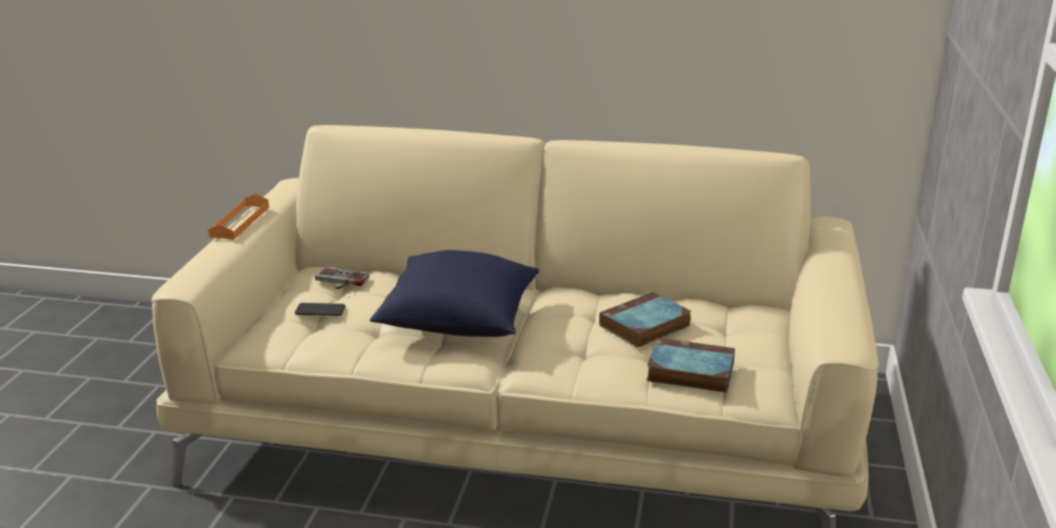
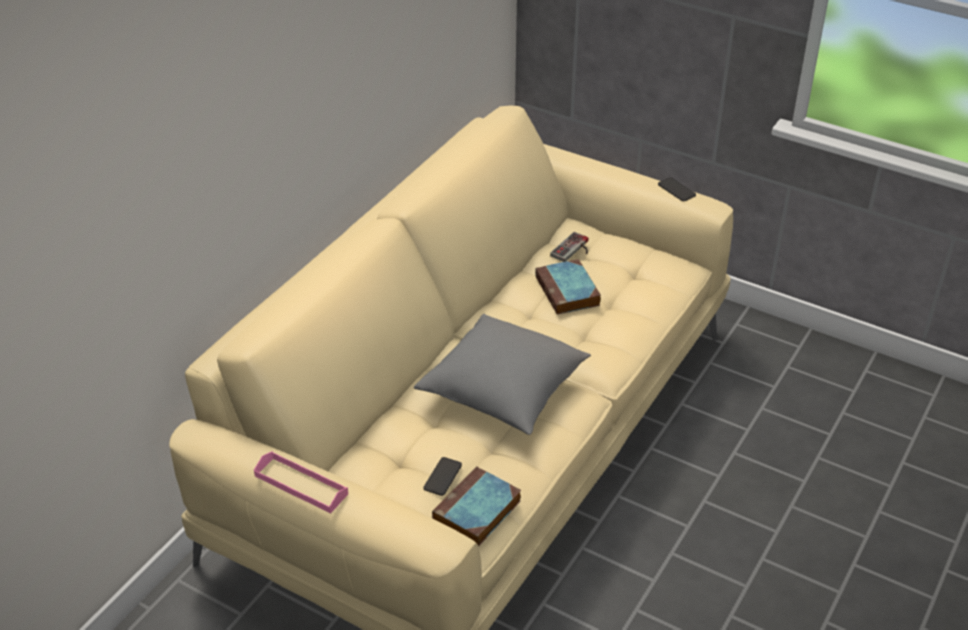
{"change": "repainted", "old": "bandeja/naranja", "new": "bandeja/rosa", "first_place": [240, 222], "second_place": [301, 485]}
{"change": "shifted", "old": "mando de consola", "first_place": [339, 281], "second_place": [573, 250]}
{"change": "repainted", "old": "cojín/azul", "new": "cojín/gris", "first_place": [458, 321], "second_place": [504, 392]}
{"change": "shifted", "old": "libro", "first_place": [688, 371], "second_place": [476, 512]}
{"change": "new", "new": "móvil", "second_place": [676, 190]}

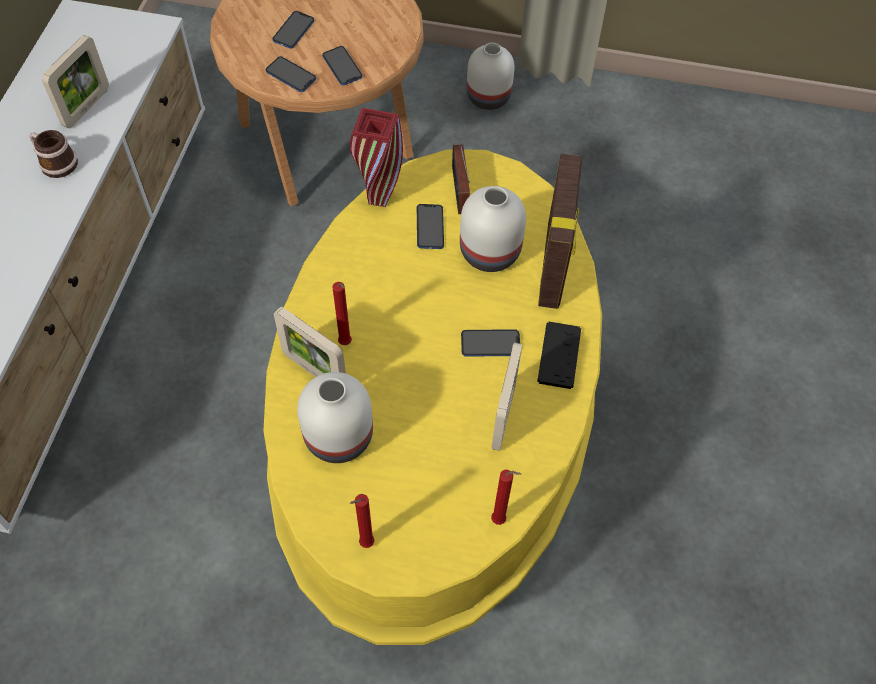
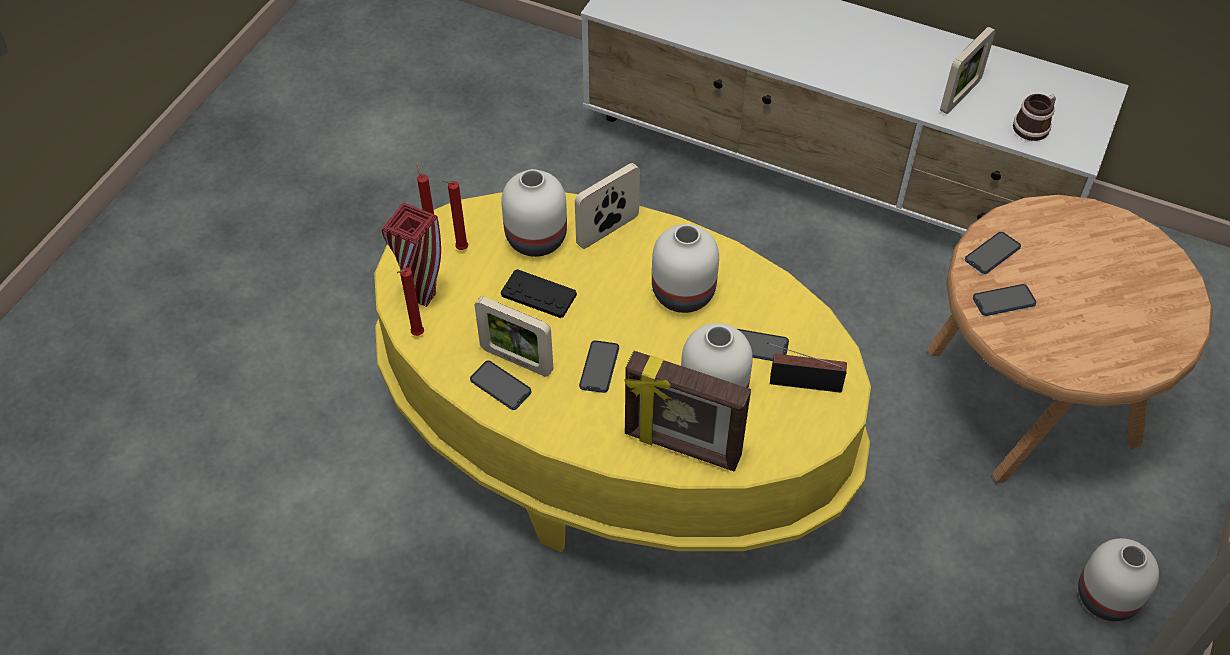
{"change": "shifted", "old": "taza grande", "first_place": [55, 162], "second_place": [1034, 126]}
{"change": "rotated", "old": "portarretratos", "first_place": [86, 107], "second_place": [960, 96], "degrees": -90}
{"change": "shifted", "old": "móvil", "first_place": [293, 31], "second_place": [500, 386]}
{"change": "shifted", "old": "vela/rojo", "first_place": [346, 344], "second_place": [460, 249]}
{"change": "shifted", "old": "florero/rojo", "first_place": [379, 199], "second_place": [423, 297]}
{"change": "shifted", "old": "mando de consola/negro", "first_place": [559, 356], "second_place": [538, 295]}
{"change": "new", "new": "florero/blanco", "second_place": [685, 292]}

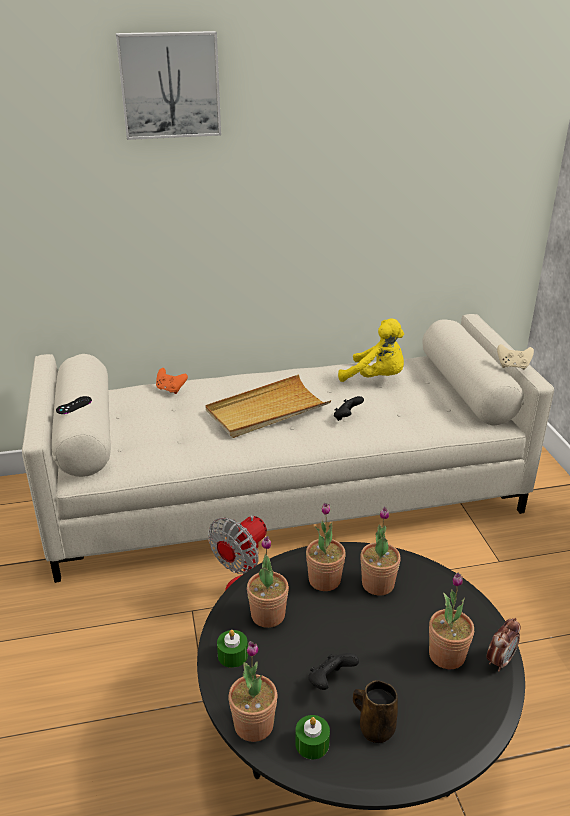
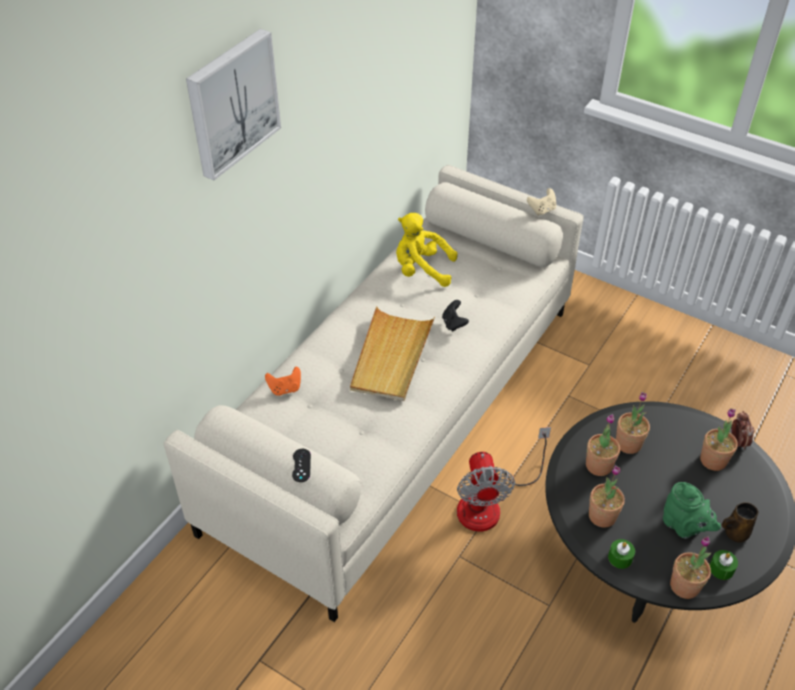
{"change": "swapped", "old": "mando de consola/negro", "new": "tetera/verde", "first_place": [330, 681], "second_place": [684, 526]}
{"change": "rotated", "old": "peluche/amarillo", "first_place": [376, 378], "second_place": [421, 270], "degrees": -150}

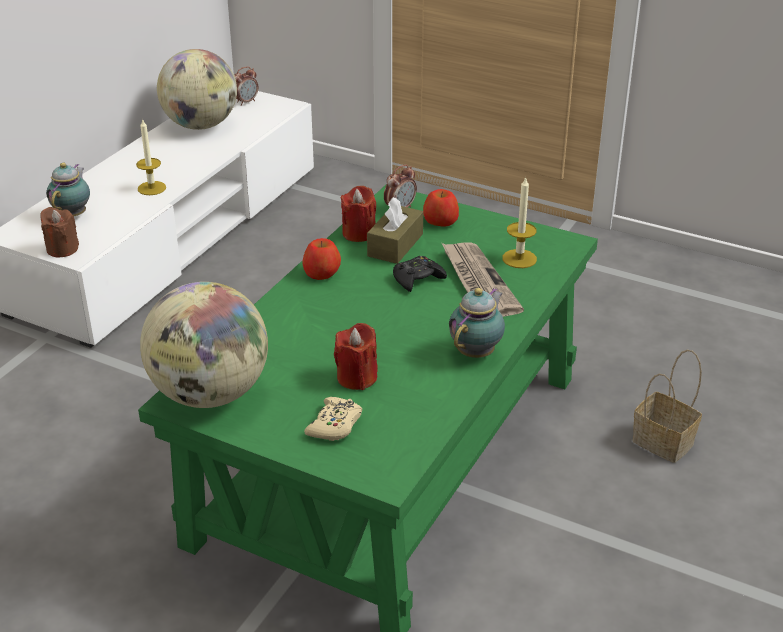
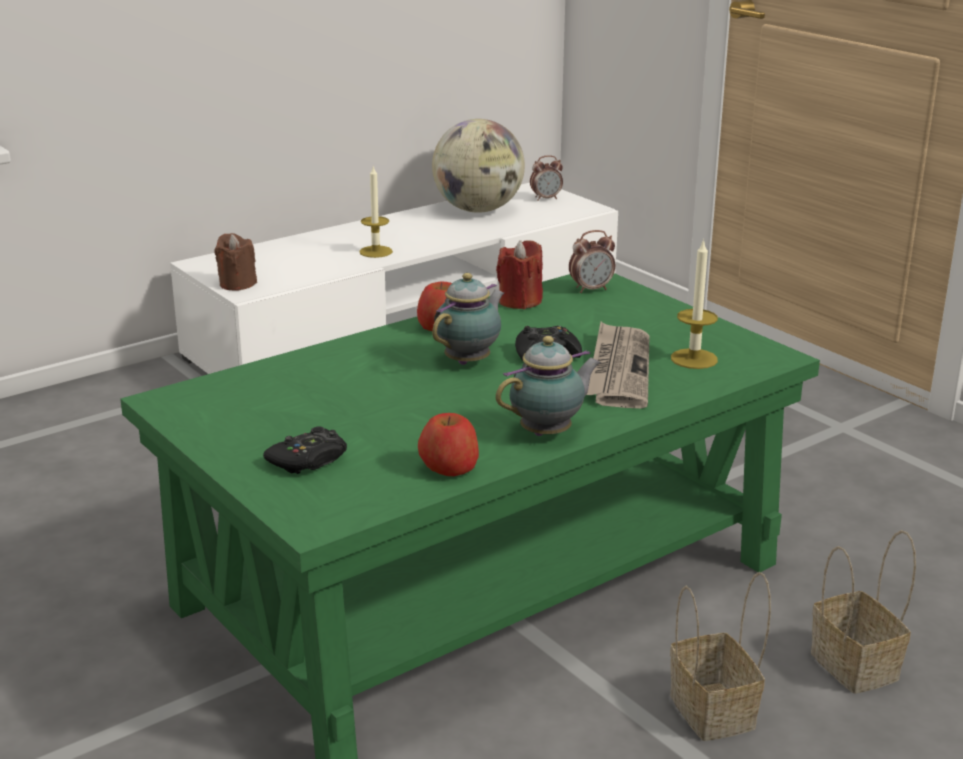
{"change": "shifted", "old": "tetera", "first_place": [73, 214], "second_place": [470, 361]}
{"change": "gone", "old": "globo terráqueo", "first_place": [210, 394]}
{"change": "repainted", "old": "mando de consola/beis", "new": "mando de consola/negro", "first_place": [335, 425], "second_place": [309, 460]}
{"change": "gone", "old": "vela/rojo", "first_place": [357, 377]}
{"change": "gone", "old": "caja de pañuelos/marrón", "first_place": [395, 245]}
{"change": "shifted", "old": "manzana", "first_place": [440, 221], "second_place": [449, 468]}
{"change": "new", "new": "cesta", "second_place": [715, 712]}

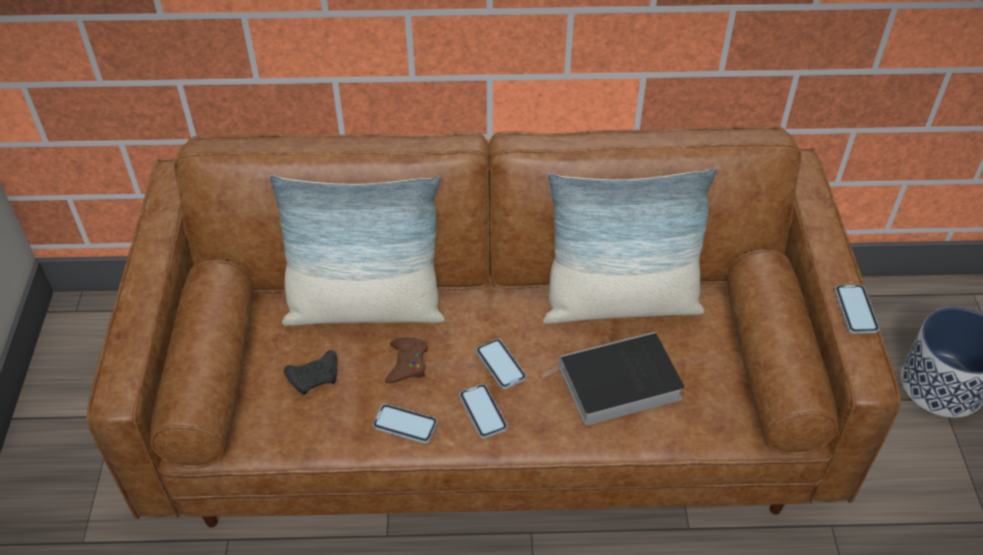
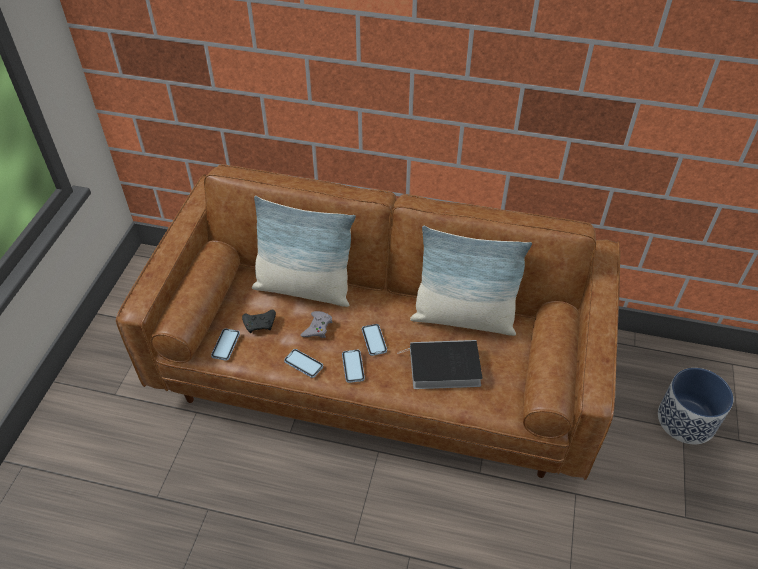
{"change": "repainted", "old": "mando de consola/marrón", "new": "mando de consola/gris", "first_place": [407, 364], "second_place": [317, 327]}
{"change": "shifted", "old": "móvil", "first_place": [855, 310], "second_place": [226, 345]}

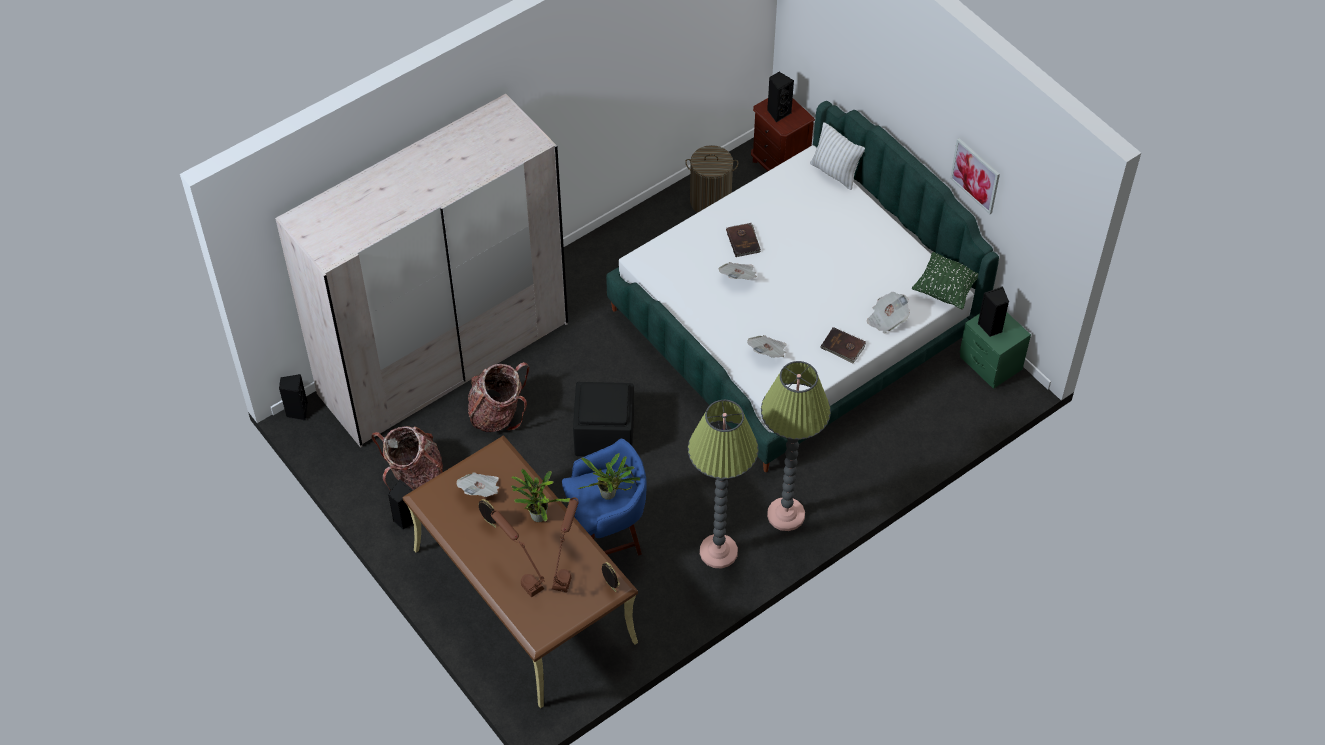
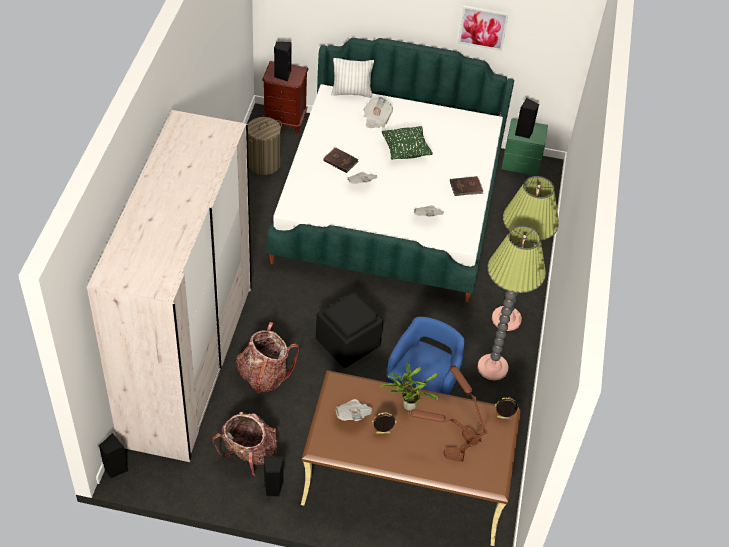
{"change": "gone", "old": "planta en maceta", "first_place": [610, 495]}
{"change": "shifted", "old": "periódico", "first_place": [887, 319], "second_place": [376, 119]}
{"change": "shifted", "old": "cojín/verde", "first_place": [945, 289], "second_place": [405, 151]}

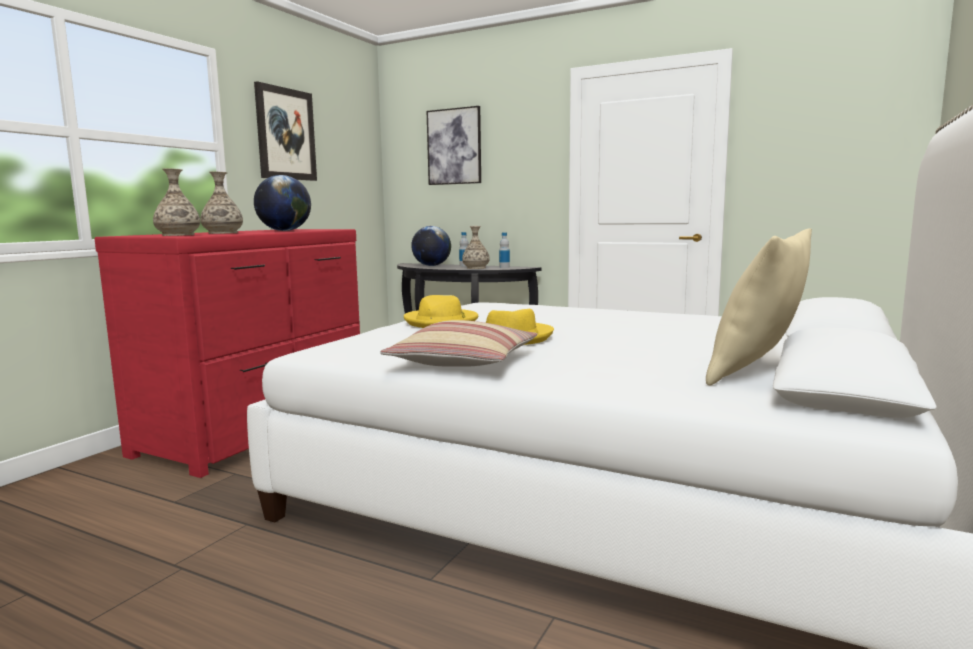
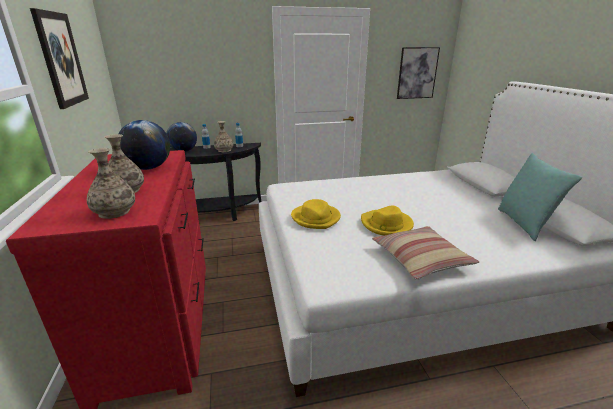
{"change": "shifted", "old": "cuadro", "first_place": [454, 146], "second_place": [417, 73]}
{"change": "repainted", "old": "cojín/beis", "new": "cojín/turquesa", "first_place": [757, 374], "second_place": [524, 224]}

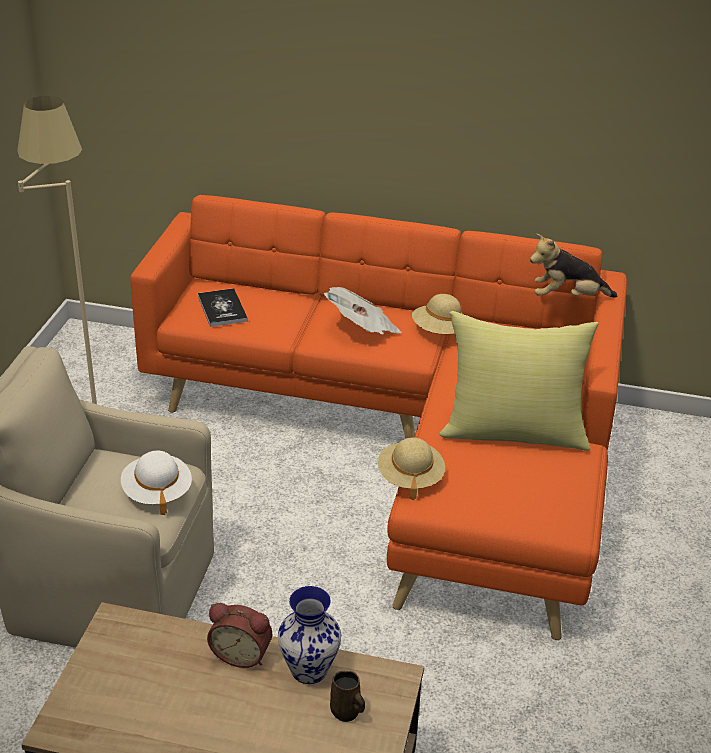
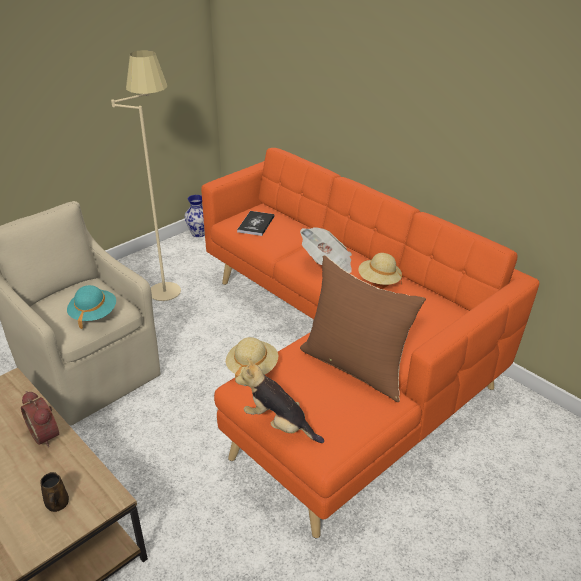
{"change": "repainted", "old": "sombrero/blanco", "new": "sombrero/turquesa", "first_place": [157, 492], "second_place": [93, 314]}
{"change": "shifted", "old": "florero", "first_place": [310, 670], "second_place": [199, 233]}
{"change": "repainted", "old": "cojín/amarillo", "new": "cojín/marrón", "first_place": [513, 431], "second_place": [356, 366]}
{"change": "shifted", "old": "peluche", "first_place": [567, 298], "second_place": [279, 424]}

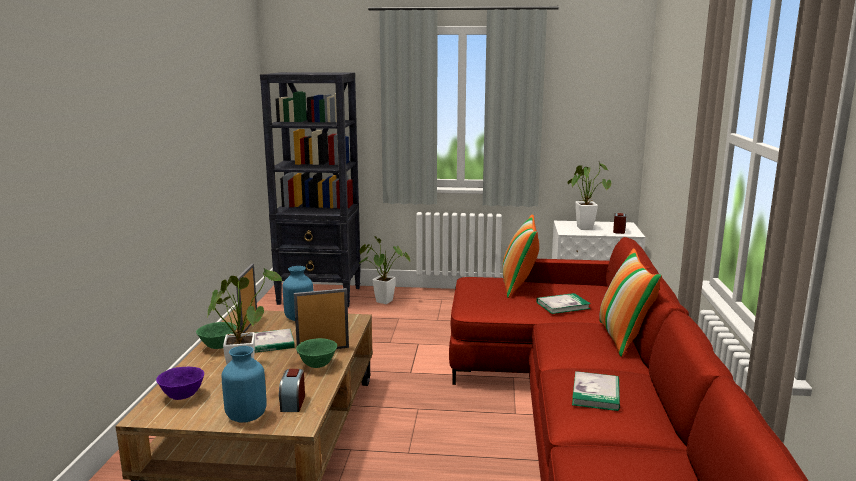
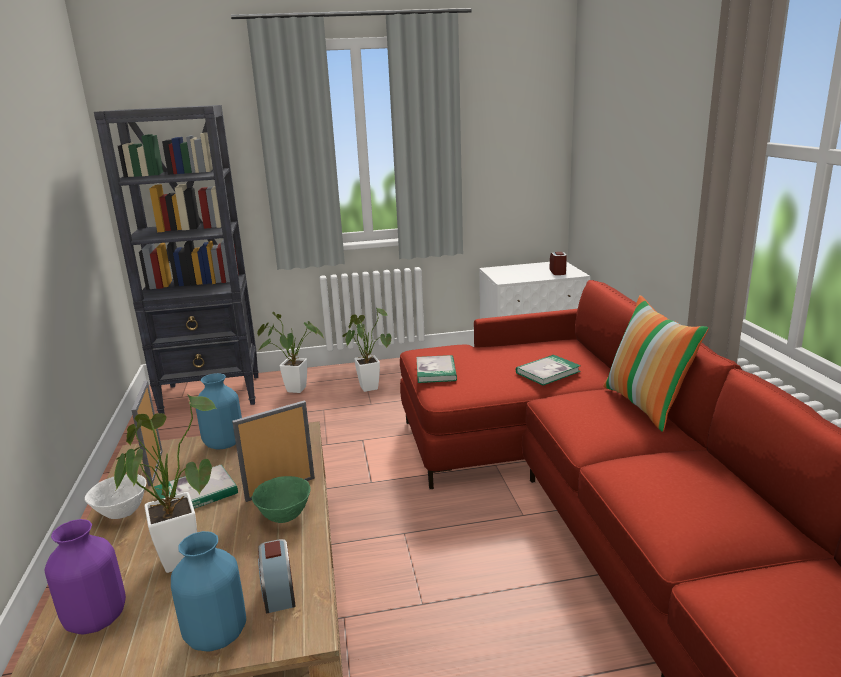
{"change": "swapped", "old": "cuenco/morado", "new": "florero/morado", "first_place": [182, 396], "second_place": [96, 618]}
{"change": "repainted", "old": "cuenco/verde", "new": "cuenco/blanco", "first_place": [217, 346], "second_place": [121, 513]}
{"change": "gone", "old": "cojín", "first_place": [519, 286]}
{"change": "shifted", "old": "planta en maceta", "first_place": [584, 227], "second_place": [368, 386]}
{"change": "shifted", "old": "libro", "first_place": [596, 393], "second_place": [436, 371]}

